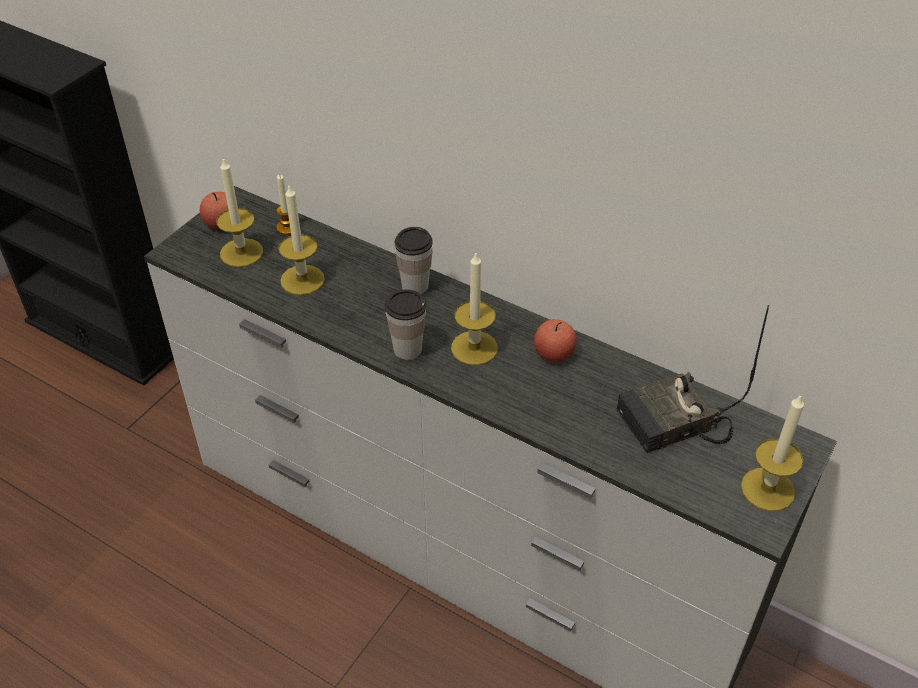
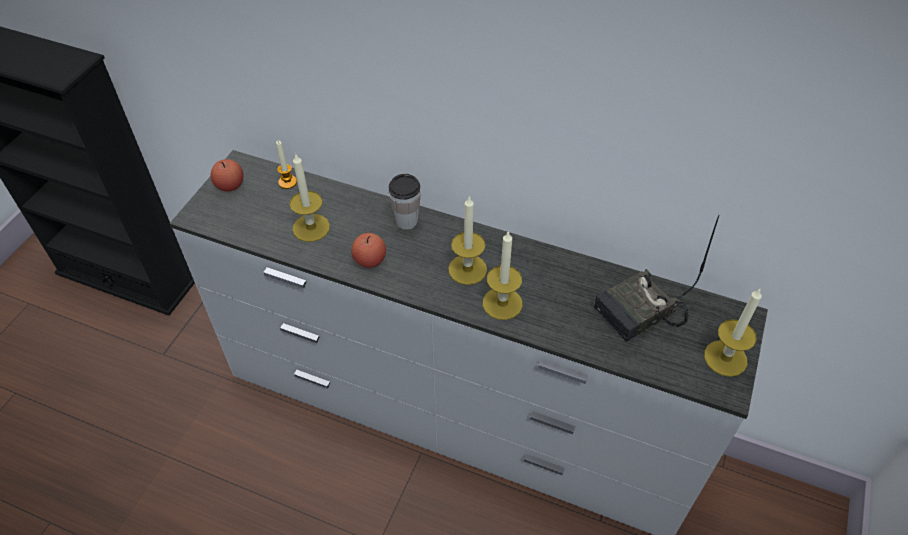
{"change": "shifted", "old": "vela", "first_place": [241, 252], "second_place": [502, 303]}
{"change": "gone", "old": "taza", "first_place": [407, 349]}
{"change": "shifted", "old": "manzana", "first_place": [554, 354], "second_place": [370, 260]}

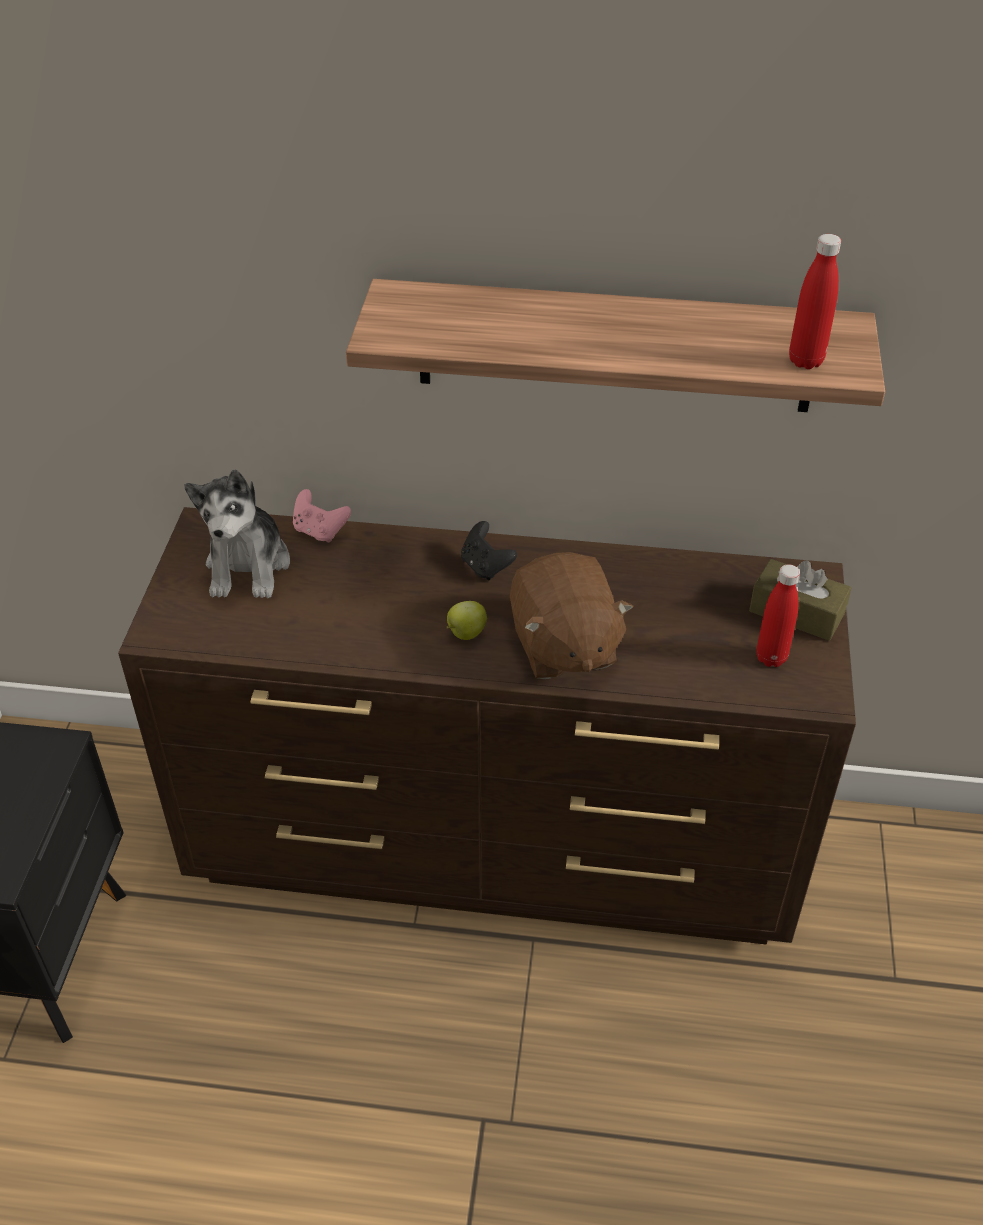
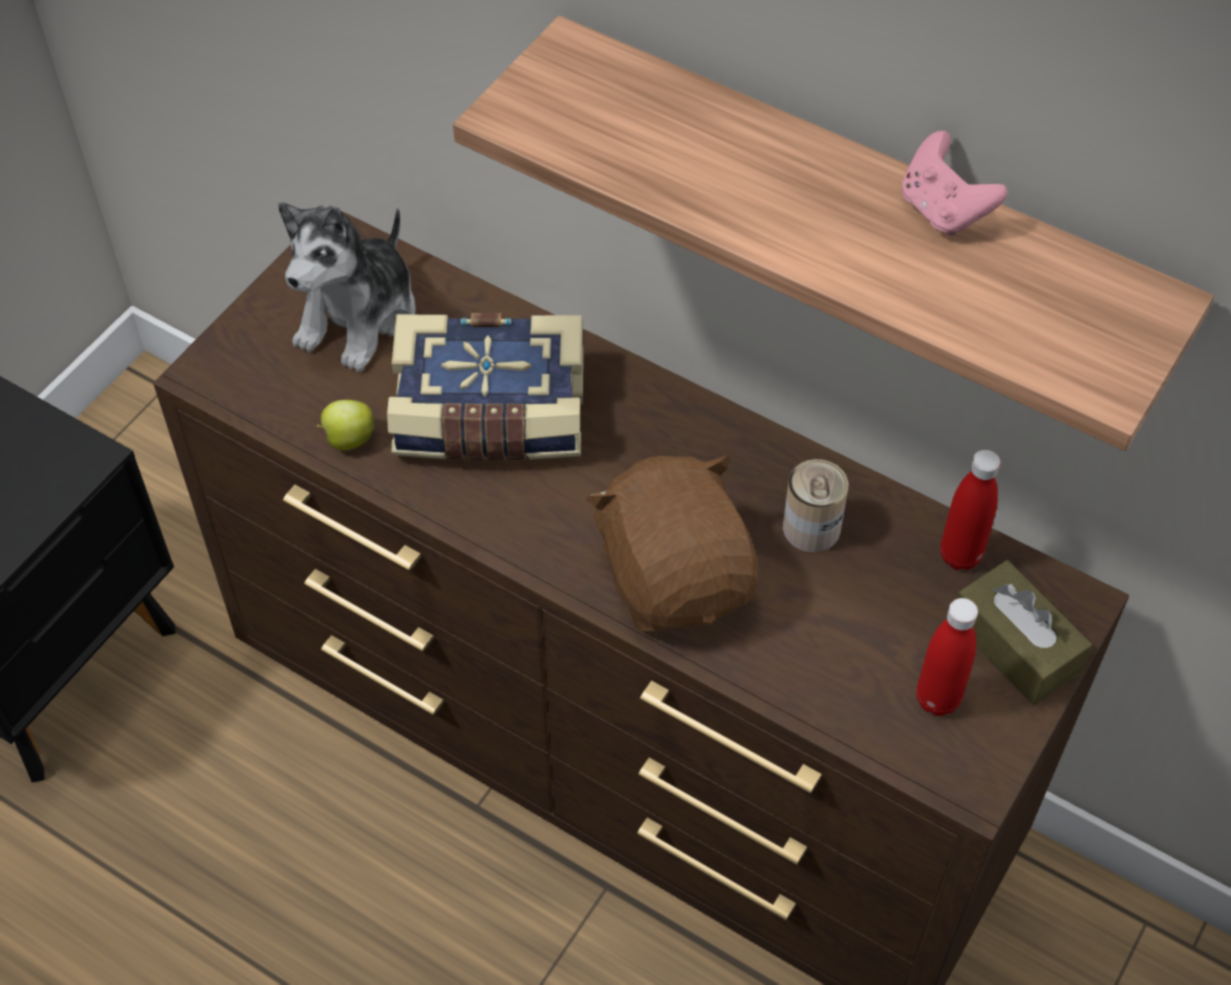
{"change": "shifted", "old": "mando de consola/rosa", "first_place": [320, 531], "second_place": [943, 210]}
{"change": "shifted", "old": "manzana", "first_place": [465, 633], "second_place": [348, 439]}
{"change": "gone", "old": "mando de consola/negro", "first_place": [486, 566]}
{"change": "rotated", "old": "peluche/marrón", "first_place": [563, 646], "second_place": [675, 576], "degrees": 150}
{"change": "shifted", "old": "botella/rojo", "first_place": [805, 361], "second_place": [960, 555]}
{"change": "new", "new": "libro", "second_place": [490, 415]}
{"change": "new", "new": "lata", "second_place": [811, 528]}

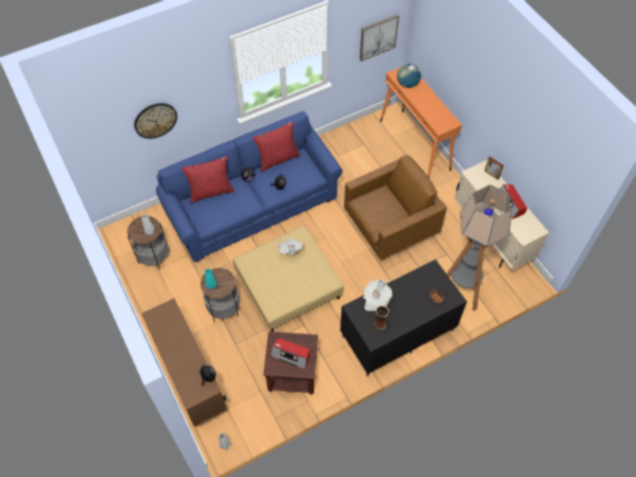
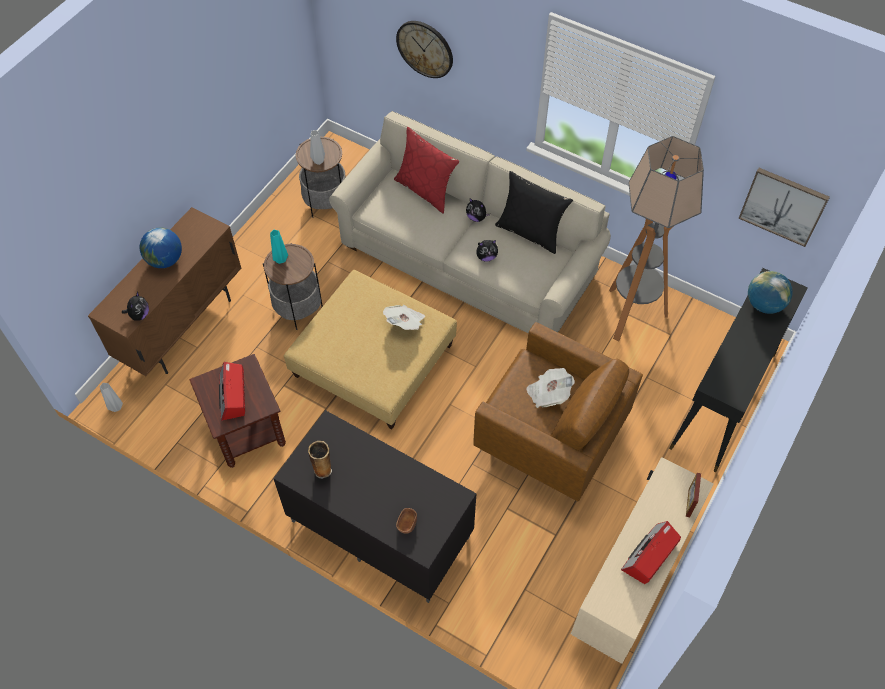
{"change": "repainted", "old": "sofá/azul", "new": "sofá/beis", "first_place": [252, 205], "second_place": [469, 259]}
{"change": "repainted", "old": "cojín/rojo", "new": "cojín/negro", "first_place": [278, 159], "second_place": [530, 232]}
{"change": "shifted", "old": "periódico", "first_place": [375, 300], "second_place": [548, 393]}
{"change": "repainted", "old": "mesa consola/naranja", "new": "mesa consola/negro", "first_place": [415, 145], "second_place": [723, 401]}
{"change": "shifted", "old": "lámpara de pie", "first_place": [460, 291], "second_place": [631, 314]}
{"change": "new", "new": "globo terráqueo", "second_place": [165, 260]}

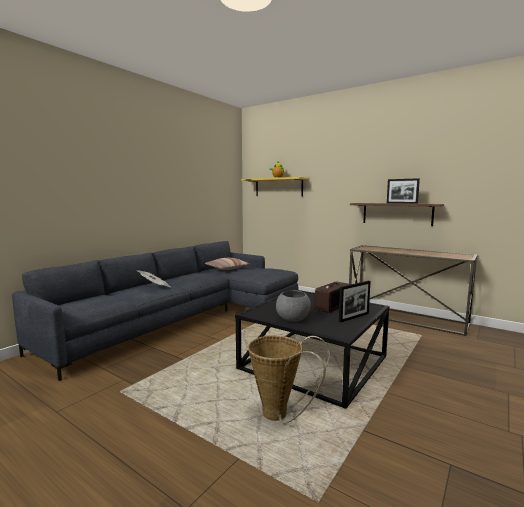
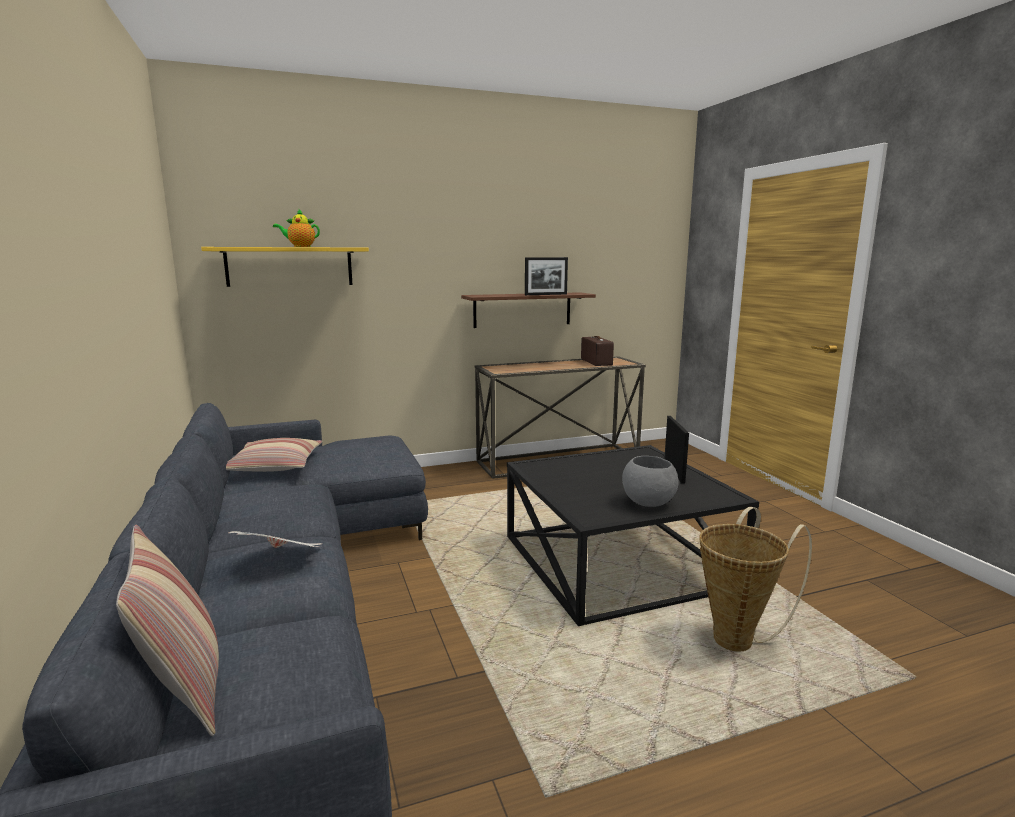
{"change": "shifted", "old": "radio", "first_place": [332, 306], "second_place": [595, 362]}
{"change": "new", "new": "cojín", "second_place": [184, 688]}

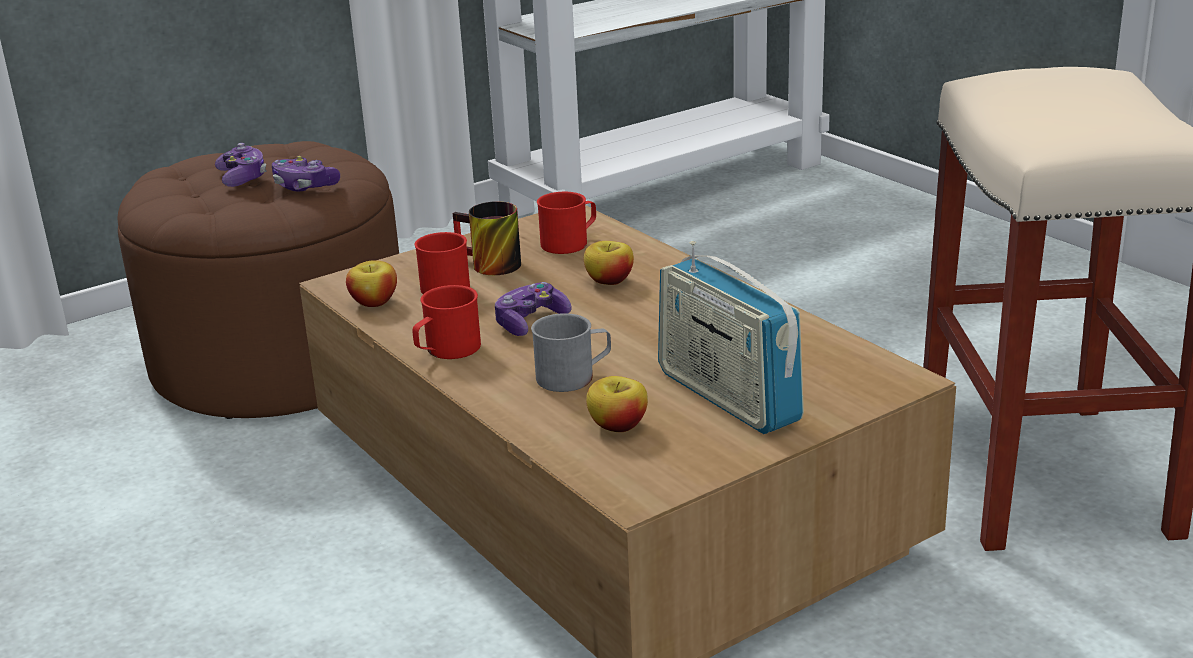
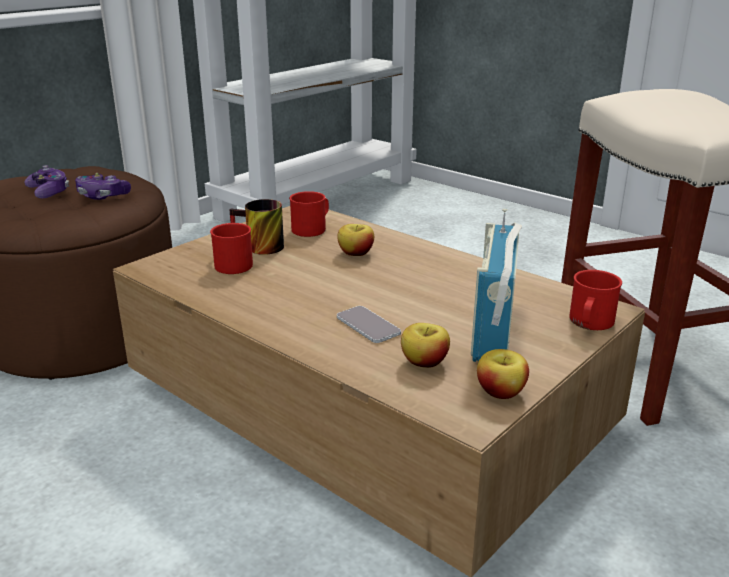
{"change": "shifted", "old": "manzana", "first_place": [374, 302], "second_place": [500, 392]}
{"change": "shifted", "old": "taza grande/rojo", "first_place": [446, 351], "second_place": [589, 323]}
{"change": "gone", "old": "mando de consola", "first_place": [530, 322]}
{"change": "swapped", "old": "taza grande/gris", "new": "móvil", "first_place": [574, 376], "second_place": [368, 325]}
{"change": "rotated", "old": "radio", "first_place": [727, 397], "second_place": [493, 332], "degrees": 60}

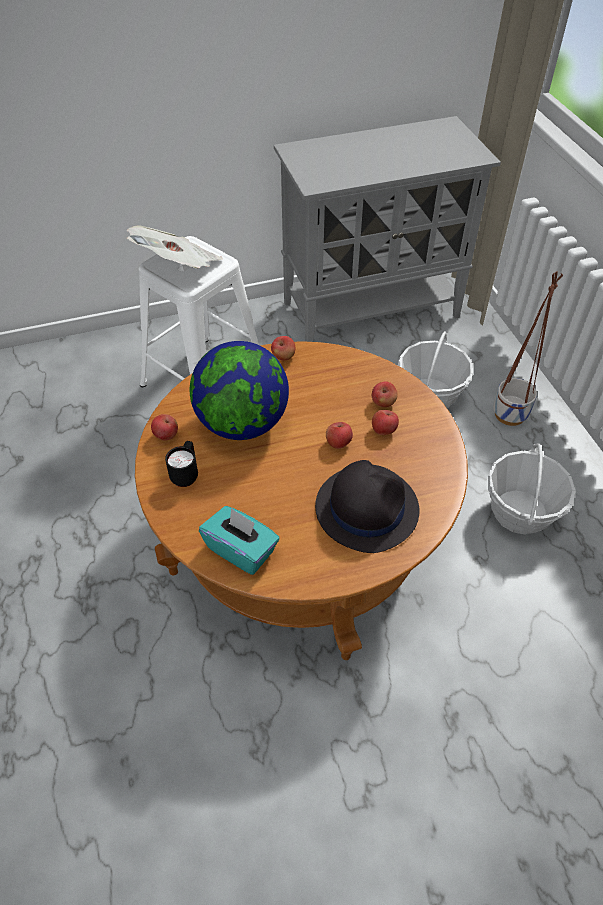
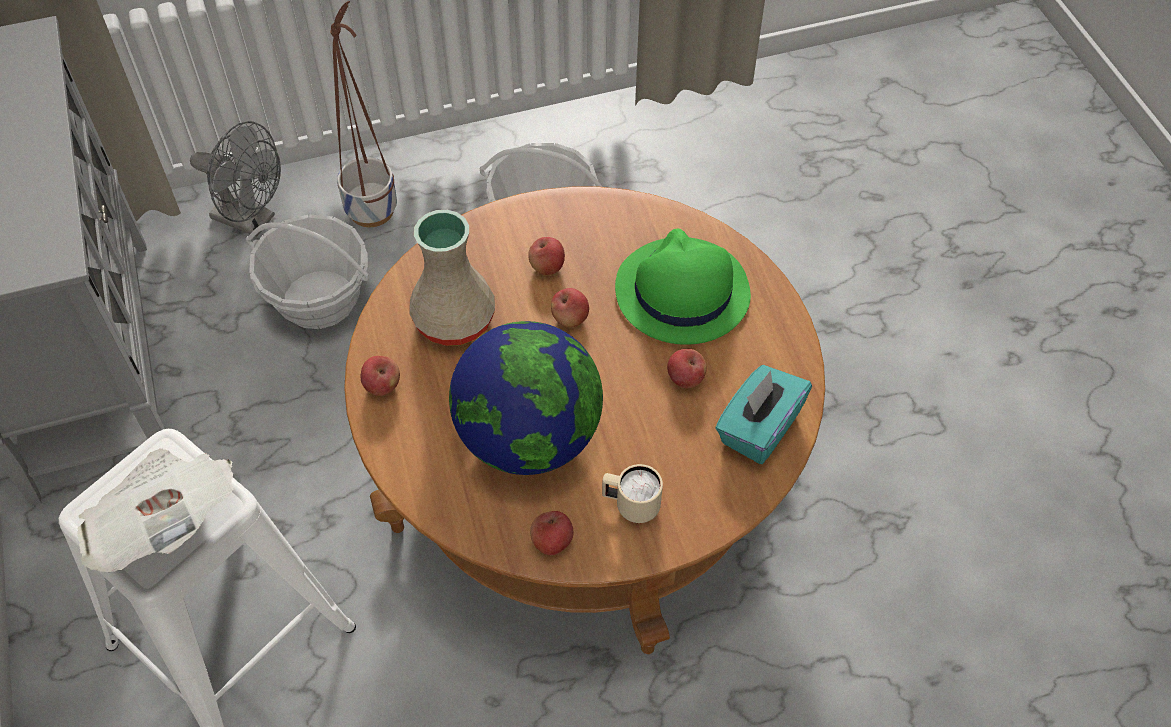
{"change": "repainted", "old": "taza grande/negro", "new": "taza grande/beis", "first_place": [186, 474], "second_place": [630, 506]}
{"change": "repainted", "old": "sombrero/negro", "new": "sombrero/verde", "first_place": [366, 508], "second_place": [681, 292]}
{"change": "shifted", "old": "manzana", "first_place": [383, 403], "second_place": [685, 379]}
{"change": "new", "new": "ventilador/gris", "second_place": [252, 220]}
{"change": "new", "new": "florero/beis", "second_place": [456, 320]}

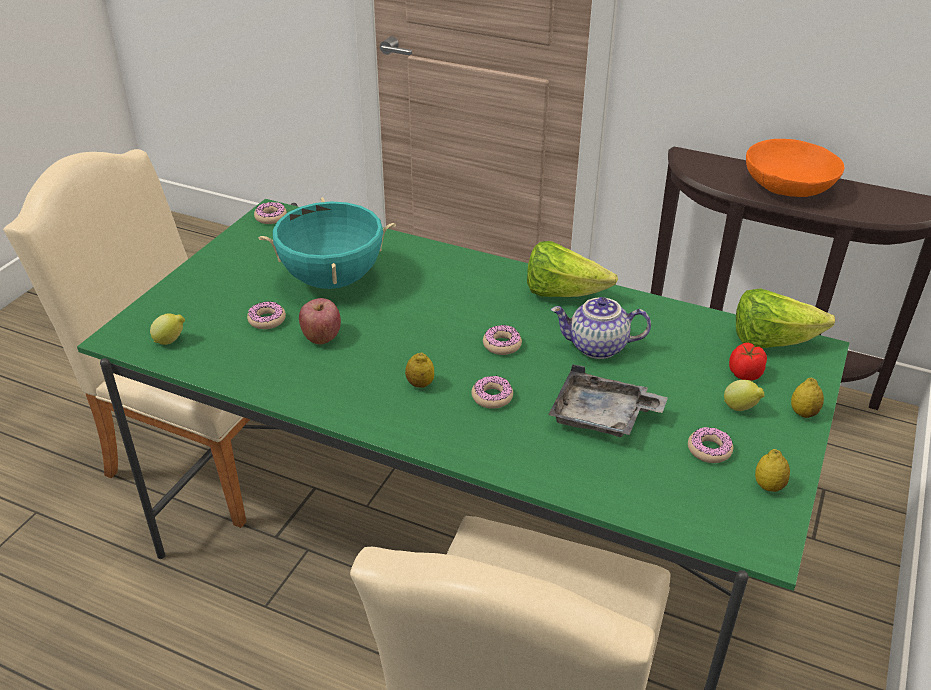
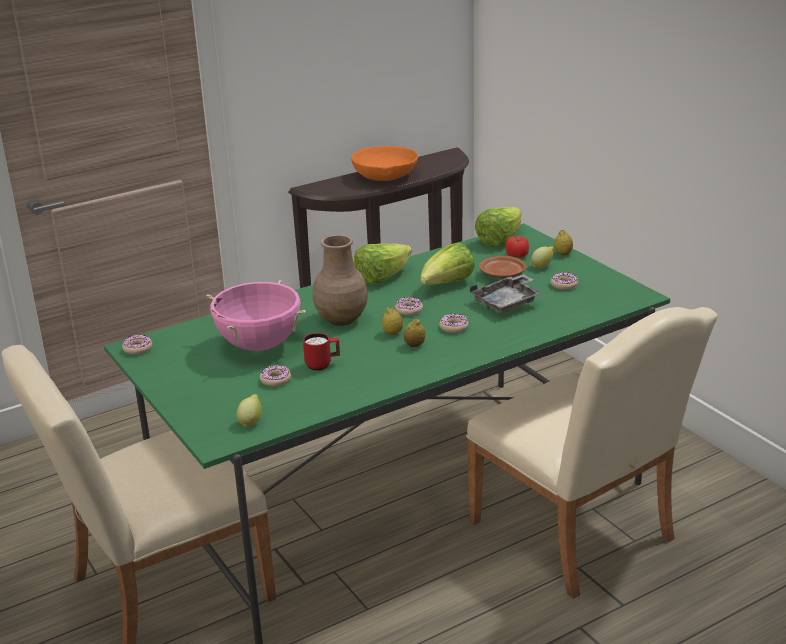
{"change": "repainted", "old": "olla/turquesa", "new": "olla/rosa", "first_place": [332, 279], "second_place": [259, 345]}
{"change": "swapped", "old": "manzana", "new": "taza grande/rojo", "first_place": [321, 337], "second_place": [322, 365]}
{"change": "swapped", "old": "tetera", "new": "lechuga", "first_place": [597, 348], "second_place": [447, 285]}
{"change": "shifted", "old": "limón", "first_place": [768, 486], "second_place": [392, 333]}
{"change": "new", "new": "florero/marrón", "second_place": [340, 319]}
{"change": "new", "new": "plato/marrón", "second_place": [502, 275]}

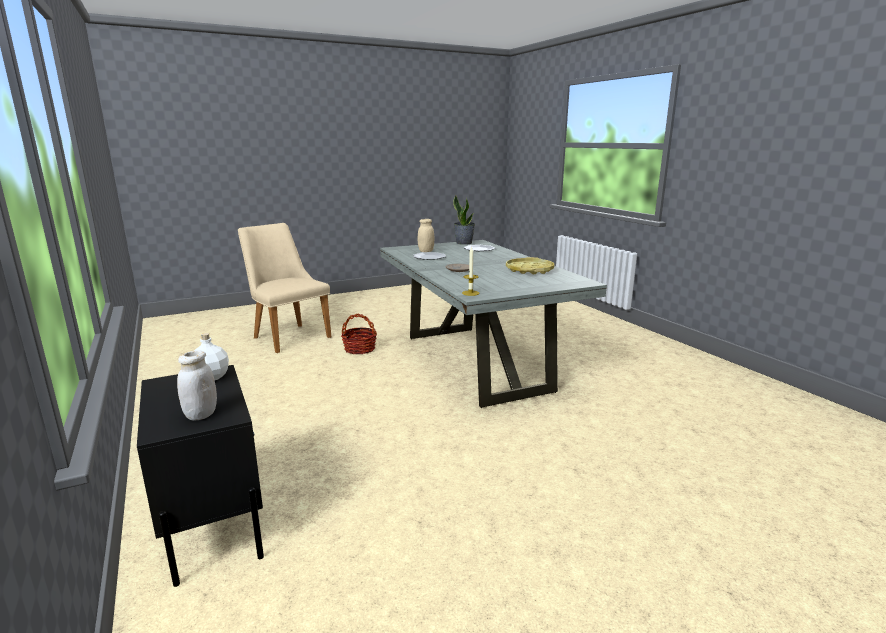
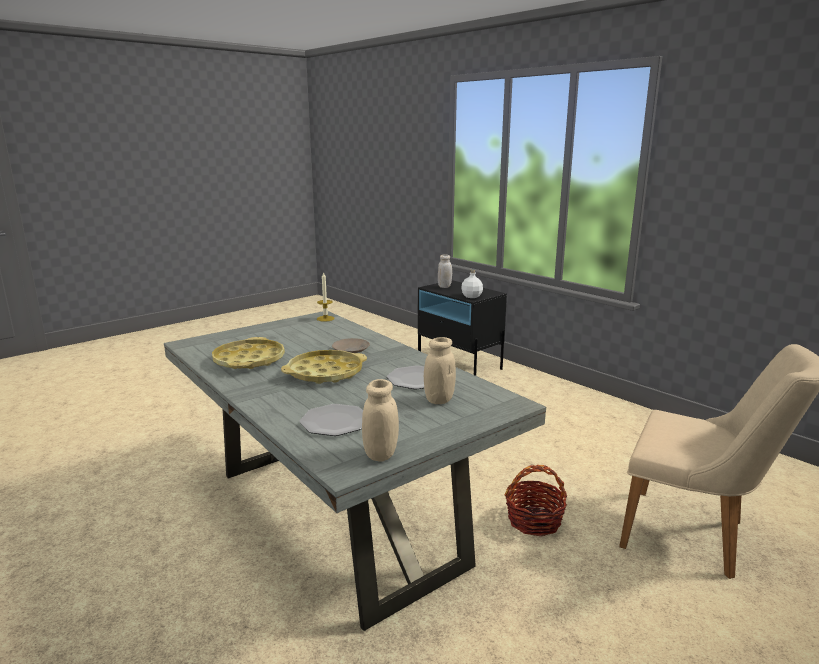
{"change": "swapped", "old": "planta en maceta", "new": "tarro/beis", "first_place": [464, 243], "second_place": [381, 454]}
{"change": "new", "new": "bandeja/amarillo", "second_place": [325, 373]}

